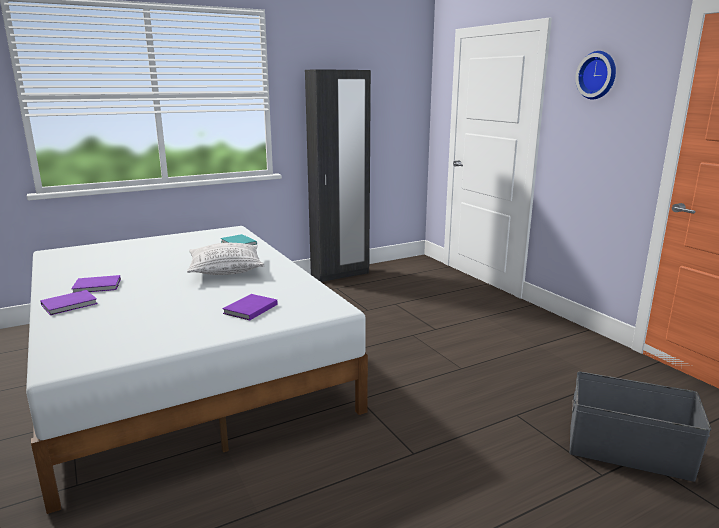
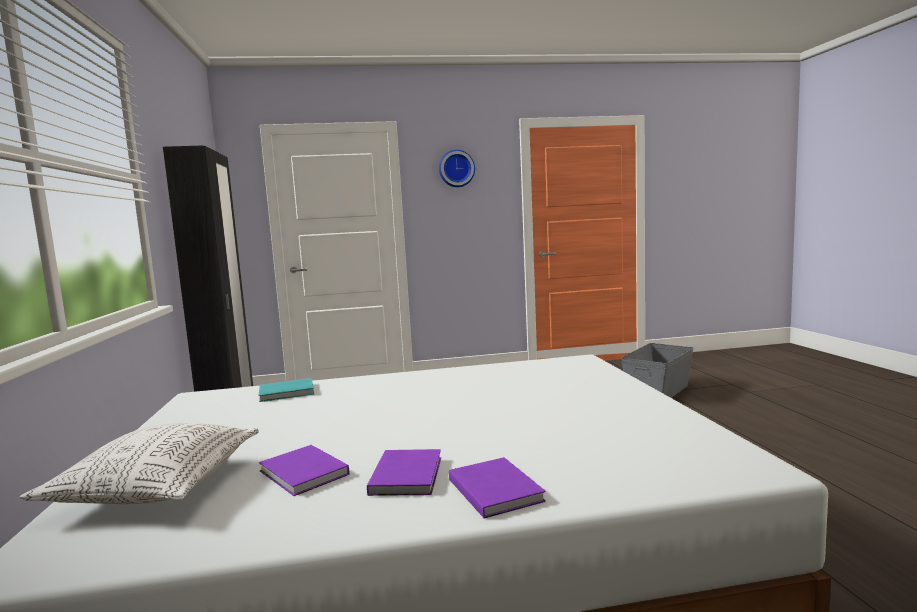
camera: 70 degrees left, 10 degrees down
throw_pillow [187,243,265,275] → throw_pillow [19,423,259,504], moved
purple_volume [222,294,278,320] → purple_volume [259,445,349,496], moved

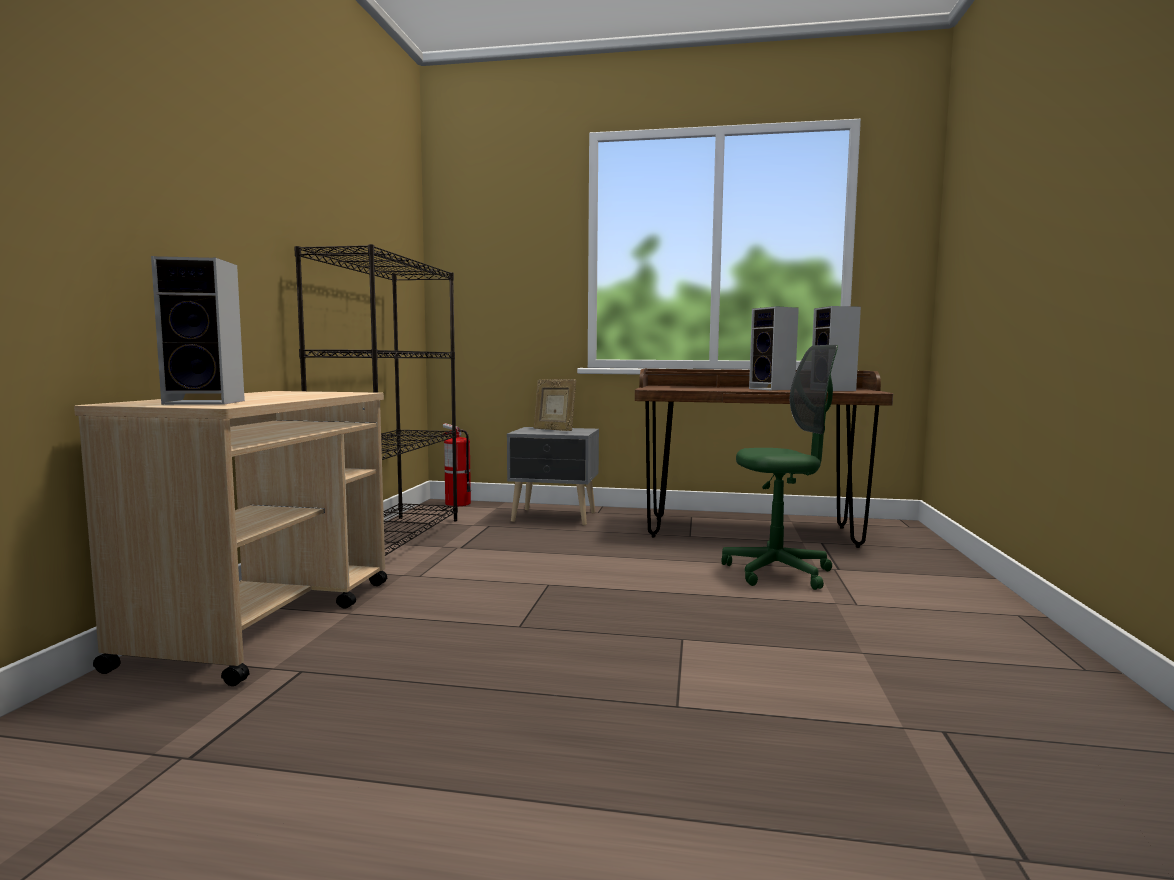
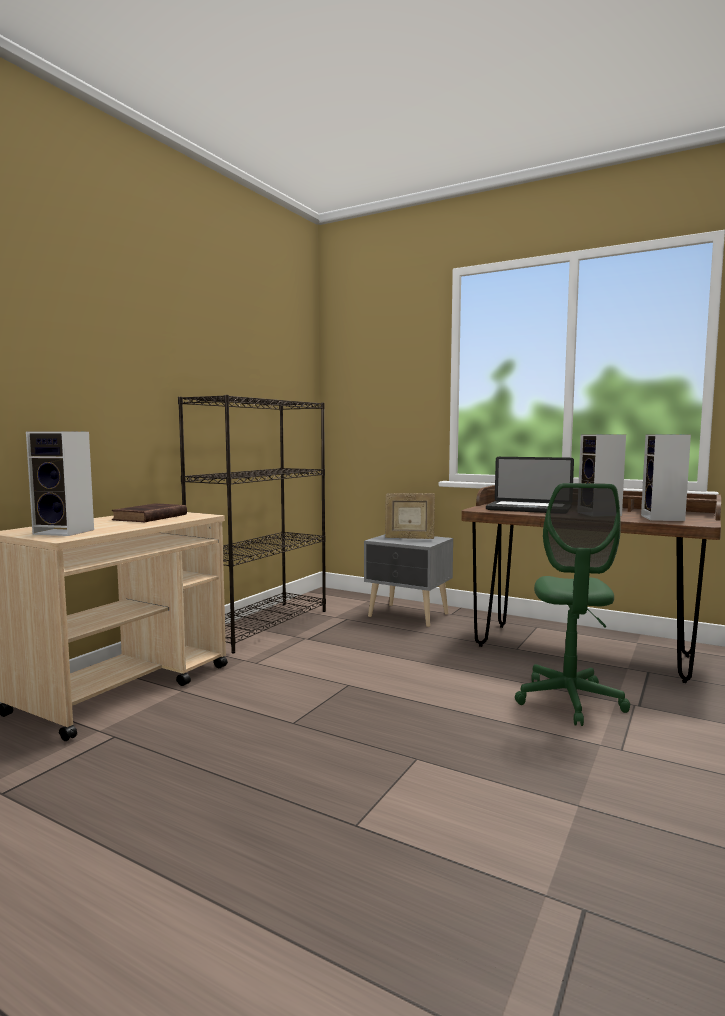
camera: 20 degrees right, 0 degrees up
fire-fighting_cylinder [442,423,471,506] → -
- → brownish_volume [112,503,187,522]
- → portable_computer [486,457,574,513]
standing_frame [534,379,576,431] → standing_frame [385,493,435,539], 45 degrees counterclockwise
green-coloured_computer_chair [721,345,838,590] → green-coloured_computer_chair [515,483,630,726], 90 degrees clockwise

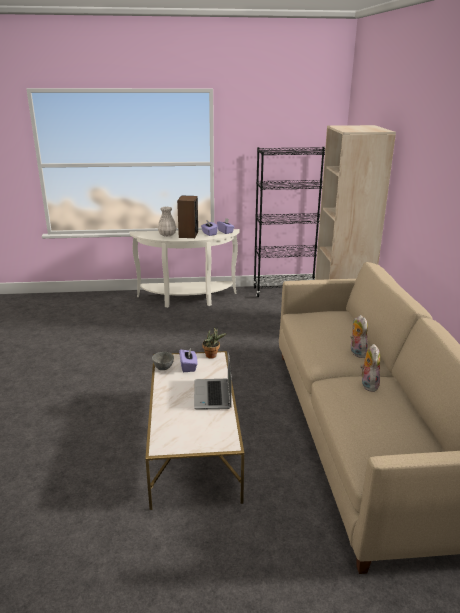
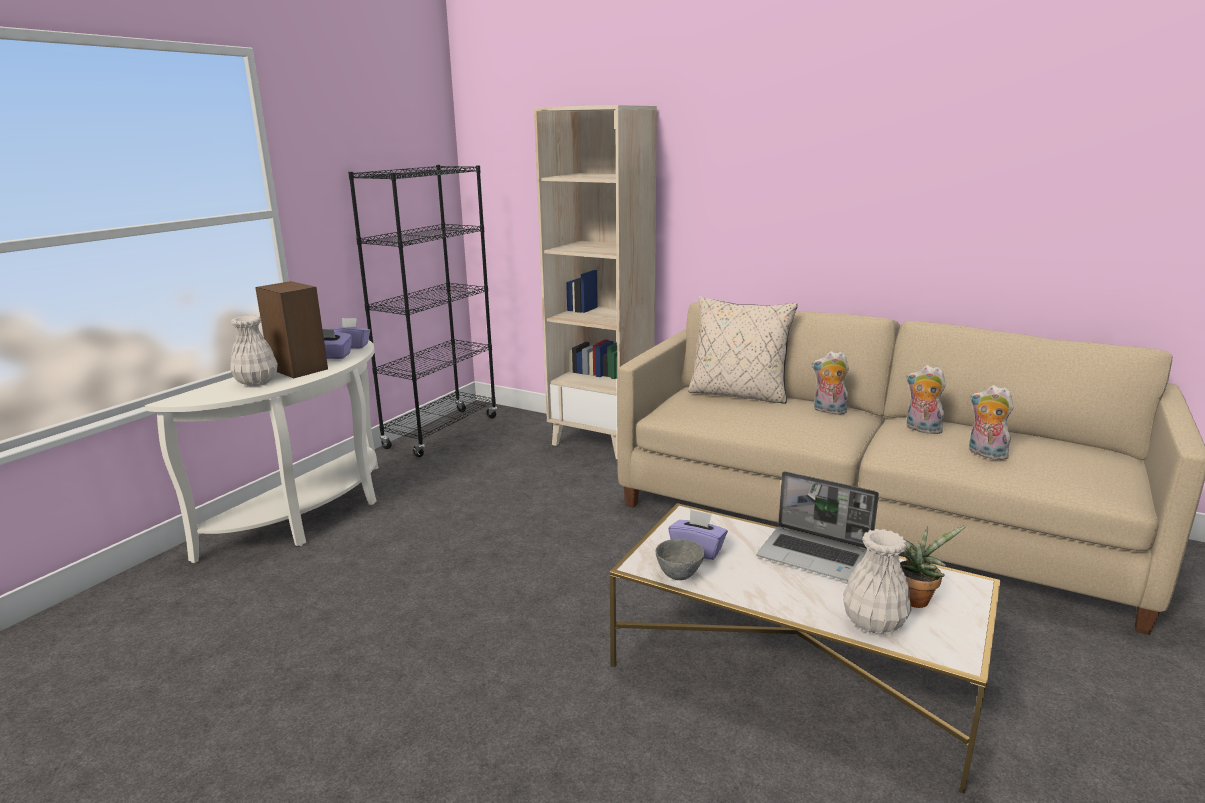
camera: 55 degrees left, 5 degrees down
- → beige-coloured_throw_pillow [688,296,798,404]
- → whitish_flower_vase [843,529,912,634]
- → soft_toy [969,385,1014,460]
plant_in_a_pot [202,327,227,359] → plant_in_a_pot [900,525,966,608], moved

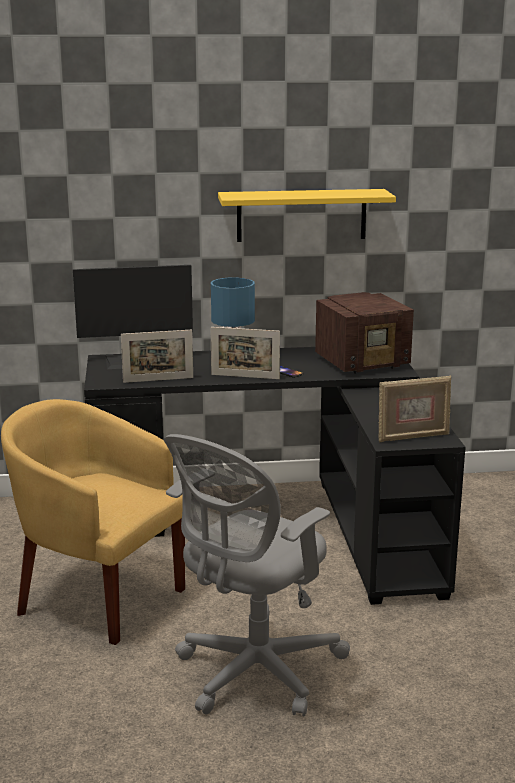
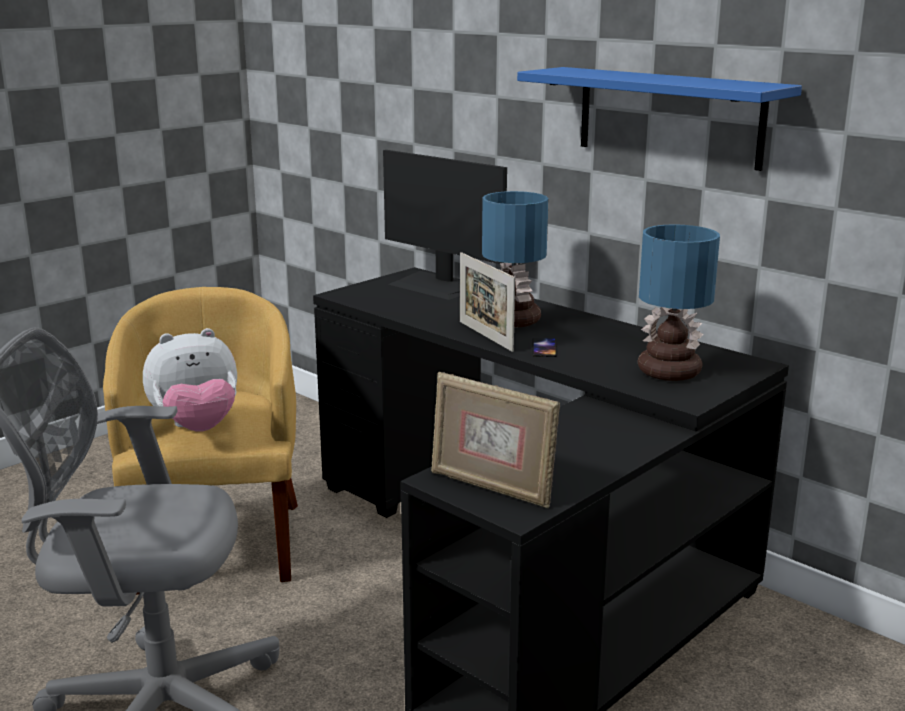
camera: 50 degrees right, 0 degrees up
standing_frame [121,330,193,383] → -
- → soft_toy [143,328,237,432]
radio_receiver [315,292,414,374] → lamp_for_a_table [638,224,720,381]
yellow-coloured_shelf [218,189,396,242] → blue-coloured_shelf [517,67,802,171]

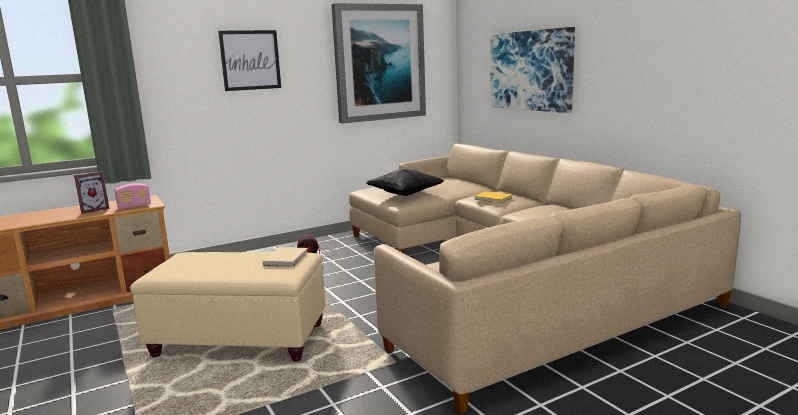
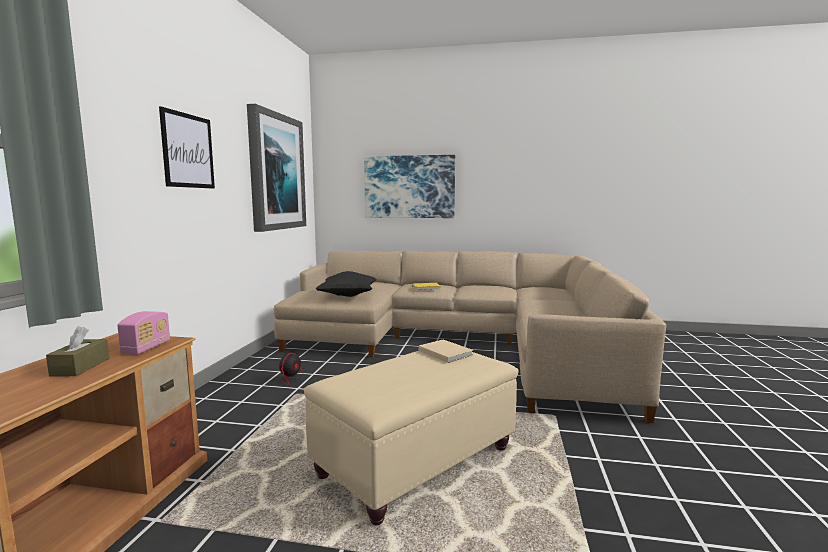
camera: 50 degrees left, 5 degrees down
standing_frame [74,171,110,214] → brownish_tissue_box [46,326,109,377]

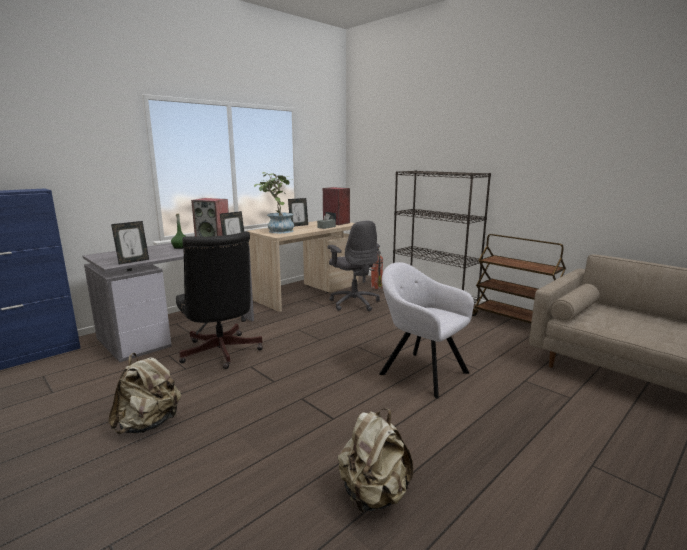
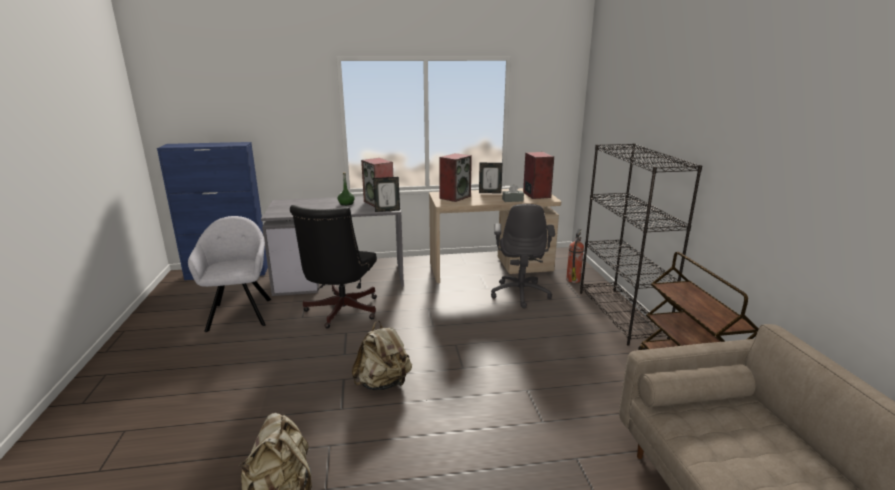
camera: 35 degrees right, 5 degrees up
standing_frame [111,221,149,265] → -
beige-coloured_backpack [108,353,181,434] → beige-coloured_backpack [352,320,412,391], moved
grey_lounge_chair [379,262,474,399] → grey_lounge_chair [188,216,271,332], moved
plant_in_a_pot [254,172,294,233] → loudspeaker [439,153,472,202]

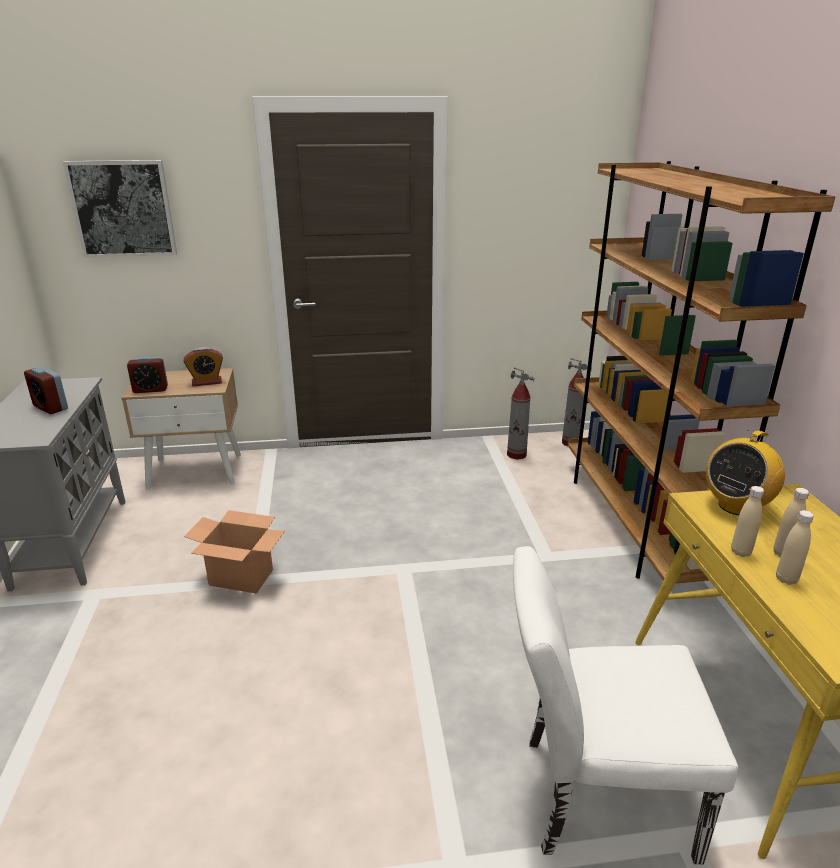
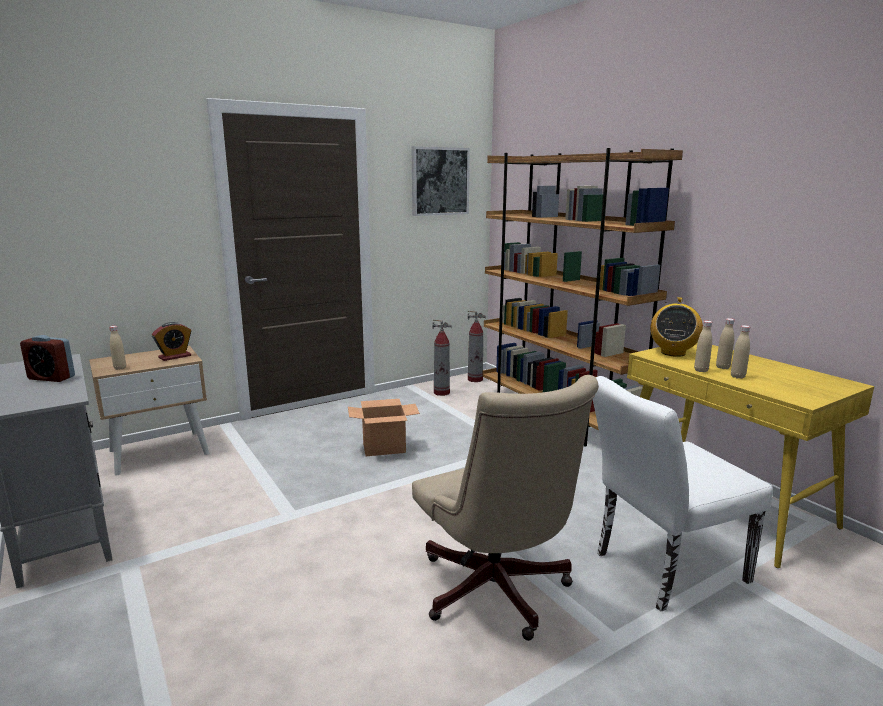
camera: 25 degrees left, 10 degrees down
- → beige-coloured_computer_chair [412,375,599,641]
wall_picture [63,160,177,258] → wall_picture [412,146,470,216], moved
packing_box [184,510,285,594] → packing_box [348,399,420,456], moved
bedside_clock [127,356,168,393] → beige-coloured_beverage_bottle [110,326,126,370]

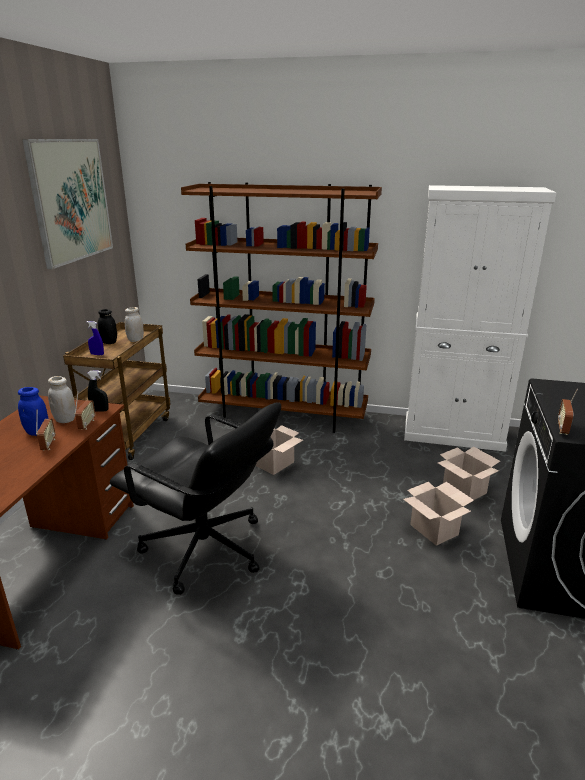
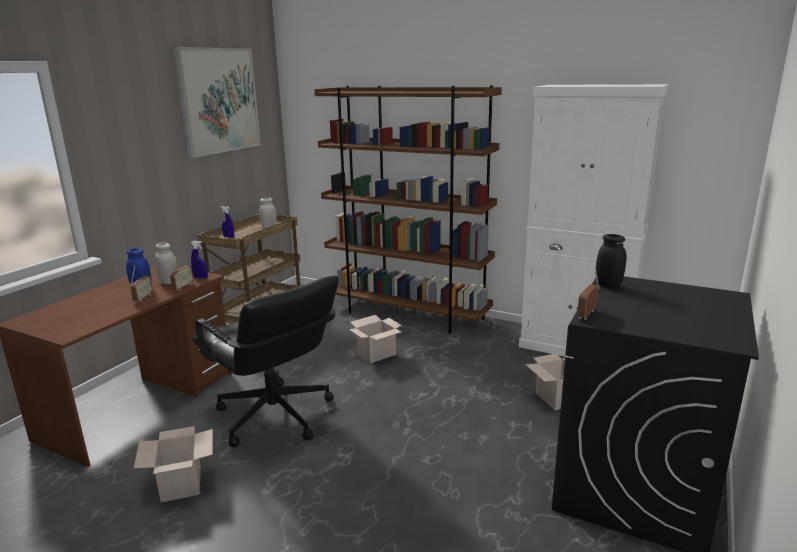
camera: 15 degrees right, 5 degrees down
blackish_jar [98,309,117,344] → blackish_jar [596,234,627,288], moved
packing_box [403,482,474,546] → packing_box [134,426,213,502], moved
blackish_hand_sprayer [87,371,109,412] → blue-coloured_hand_sprayer [191,241,208,279]

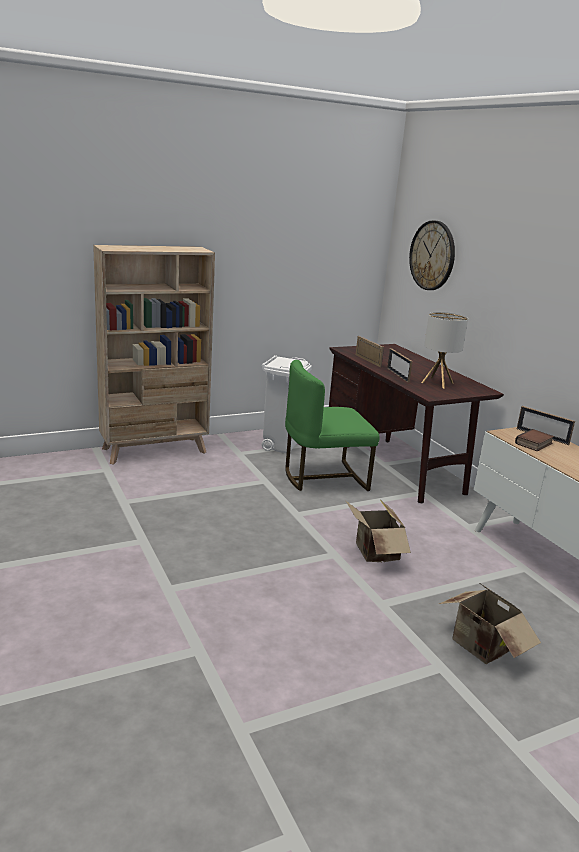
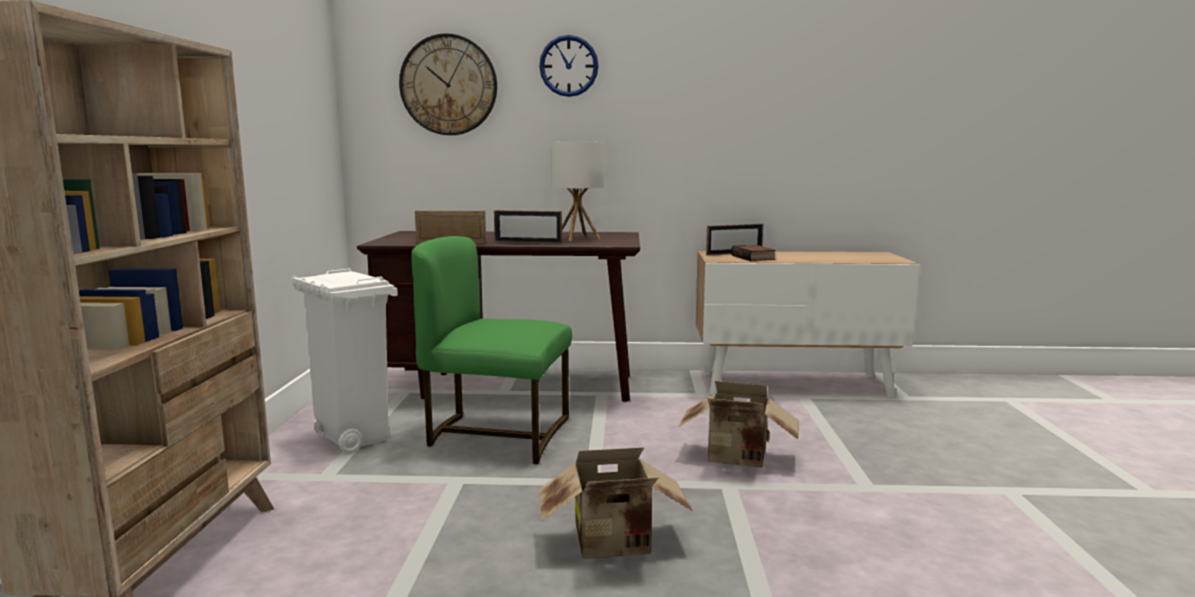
camera: 60 degrees left, 10 degrees down
- → clock_on_the_wall [539,35,598,97]
packing_box [439,582,541,664] → packing_box [538,447,693,559], moved
green-coloured_upright_chair [285,360,380,491] → green-coloured_upright_chair [411,236,572,464], 90 degrees clockwise

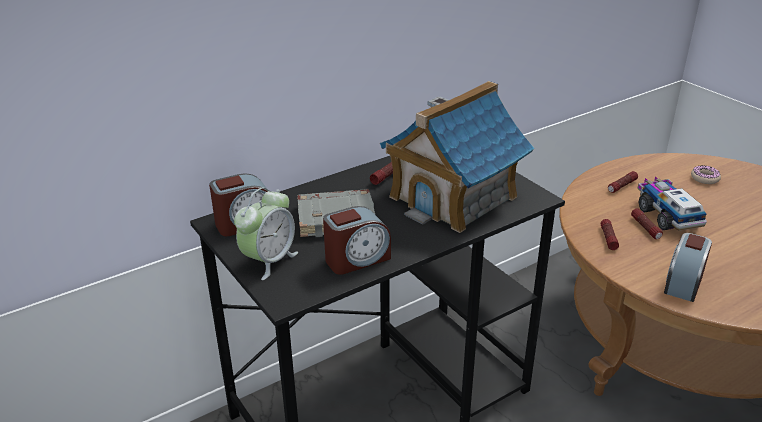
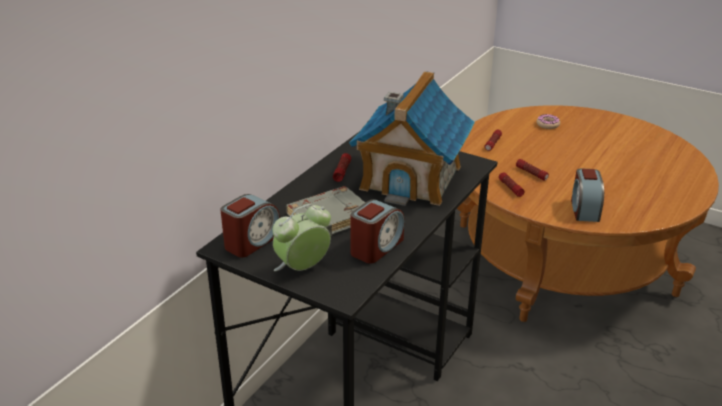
camera: 25 degrees left, 0 degrees up
toy_truck [638,177,707,231] → -
bedside_clock [234,187,298,280] → bedside_clock [273,204,331,271], 135 degrees counterclockwise

